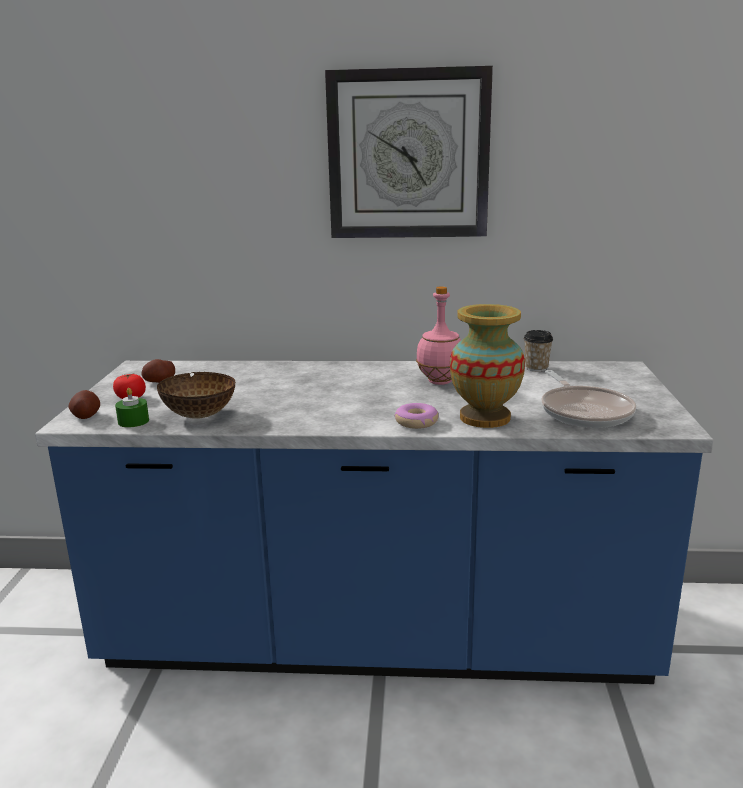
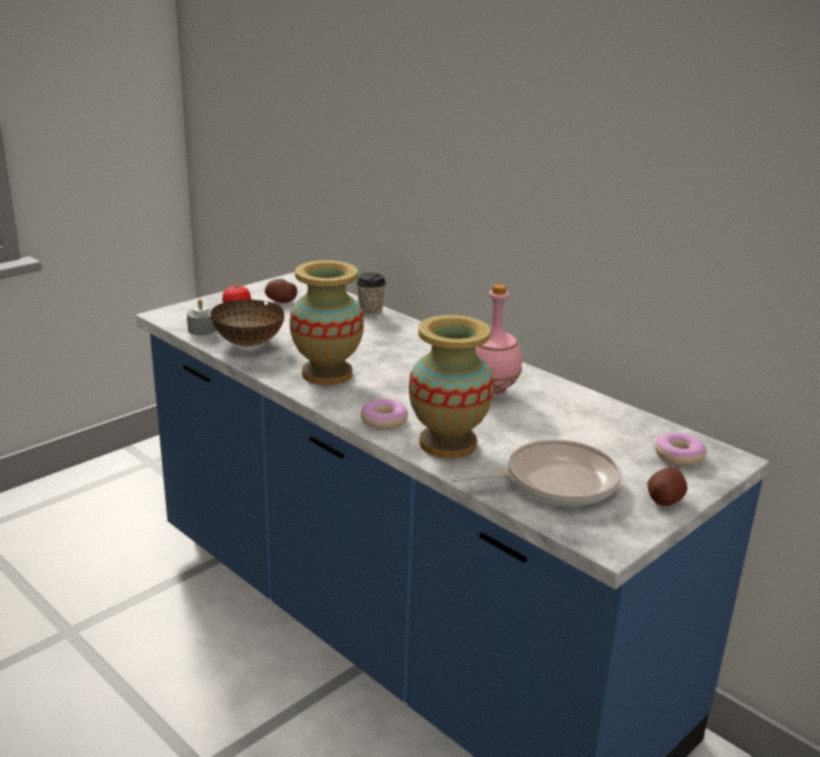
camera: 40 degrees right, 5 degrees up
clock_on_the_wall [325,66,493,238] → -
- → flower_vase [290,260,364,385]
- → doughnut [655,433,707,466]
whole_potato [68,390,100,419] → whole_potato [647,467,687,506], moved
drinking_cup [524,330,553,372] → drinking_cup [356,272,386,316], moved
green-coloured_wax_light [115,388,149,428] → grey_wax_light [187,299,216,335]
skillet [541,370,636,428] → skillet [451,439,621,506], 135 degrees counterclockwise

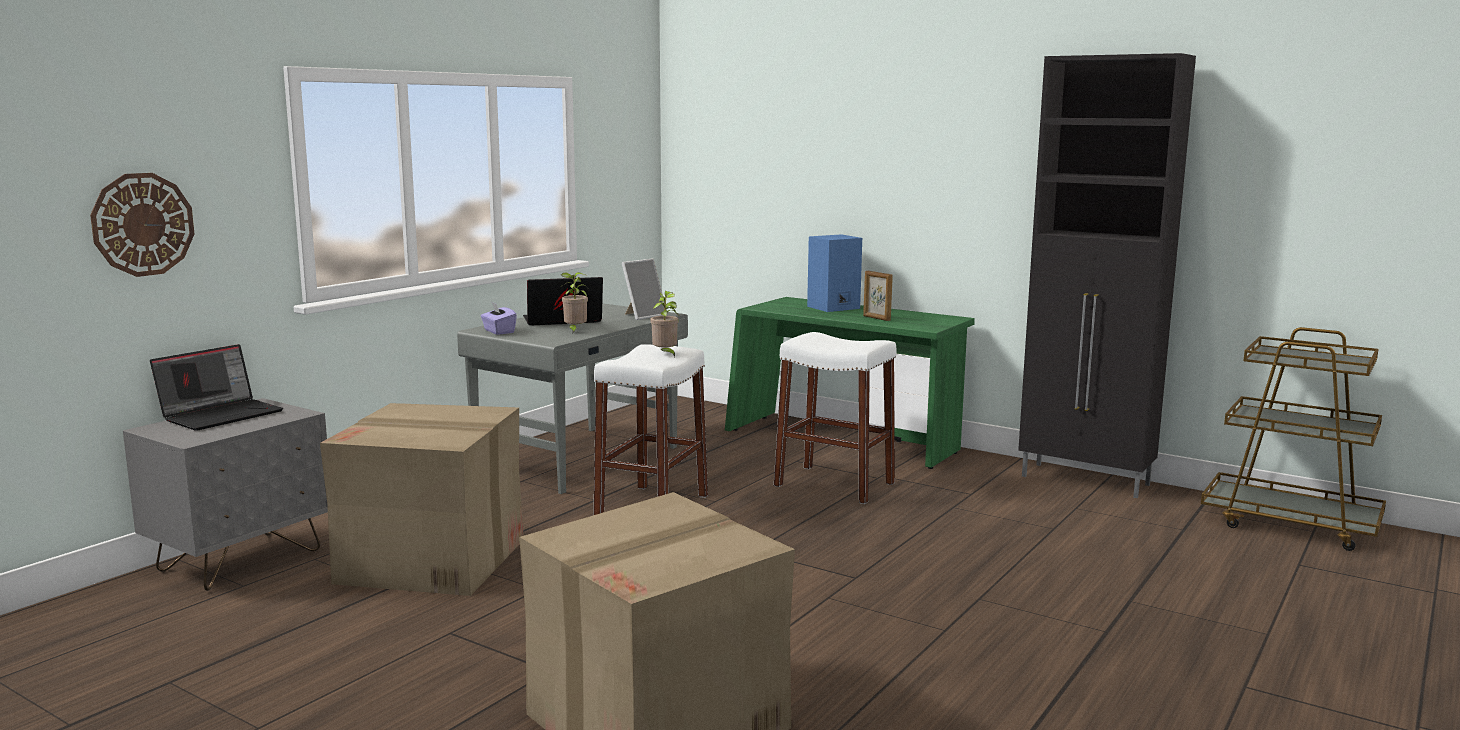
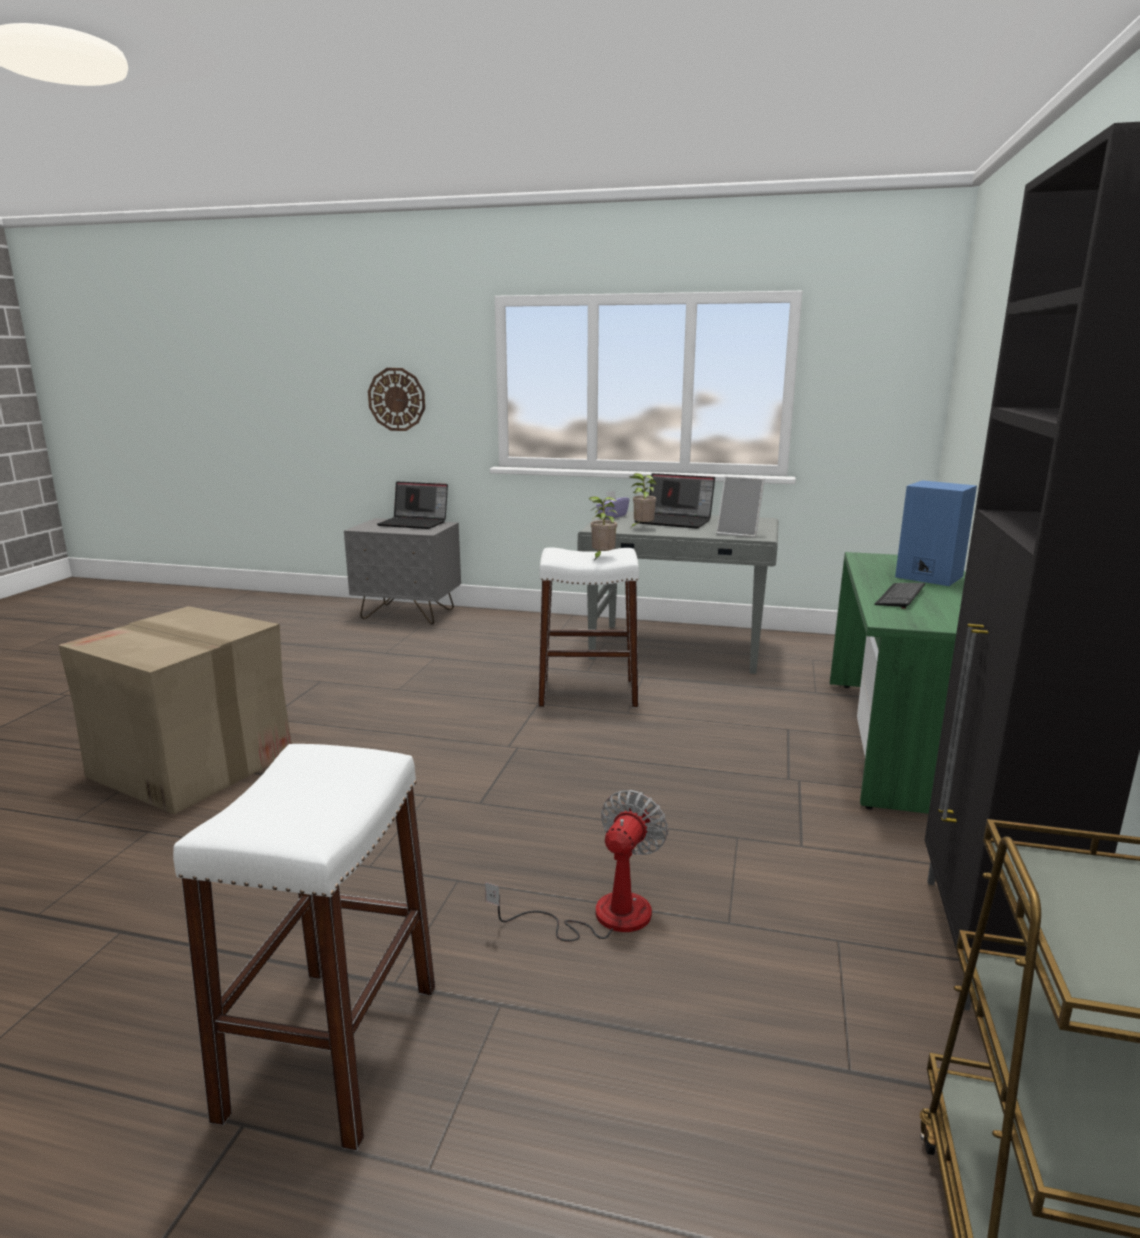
camera: 70 degrees right, 5 degrees up
packing_box [320,403,524,596] → -
- → cooling_fan [485,790,668,942]
whitish_stool [774,332,896,504] → whitish_stool [173,744,435,1151], moved
standing_frame [863,271,893,321] → keyboard [874,583,925,609]
portable_computer [523,277,603,325] → portable_computer [634,473,715,529], 150 degrees clockwise

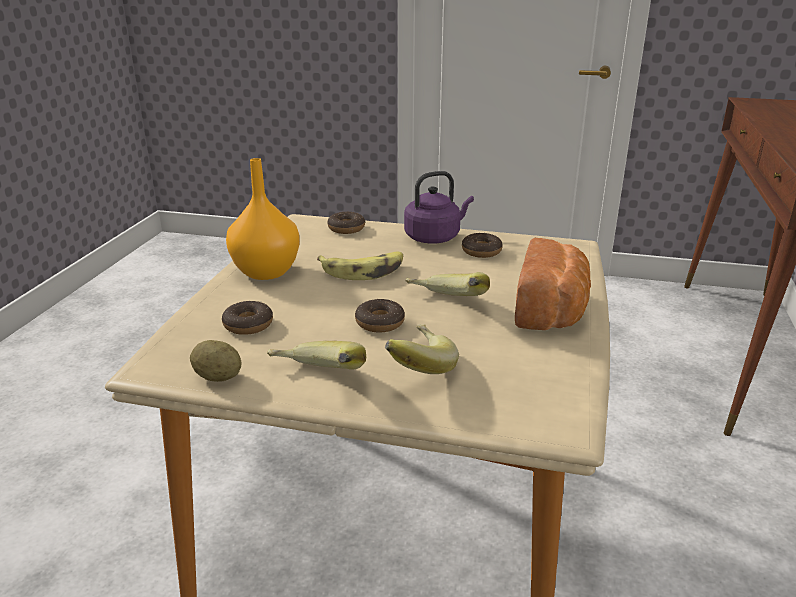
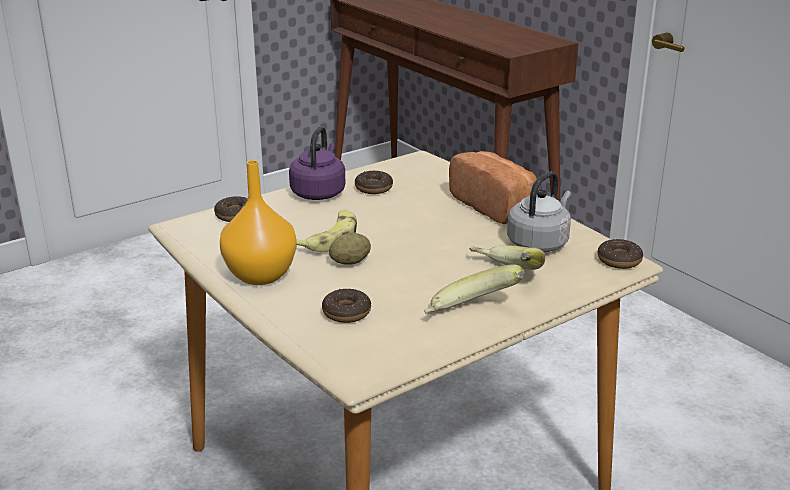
camera: 50 degrees left, 0 degrees up
whole_banana [405,272,490,296] → -
- → grey_kettle [507,171,571,252]
whole_potato [190,340,241,382] → whole_potato [329,232,371,265], moved
doughnut [355,299,405,332] → doughnut [597,239,643,269], moved

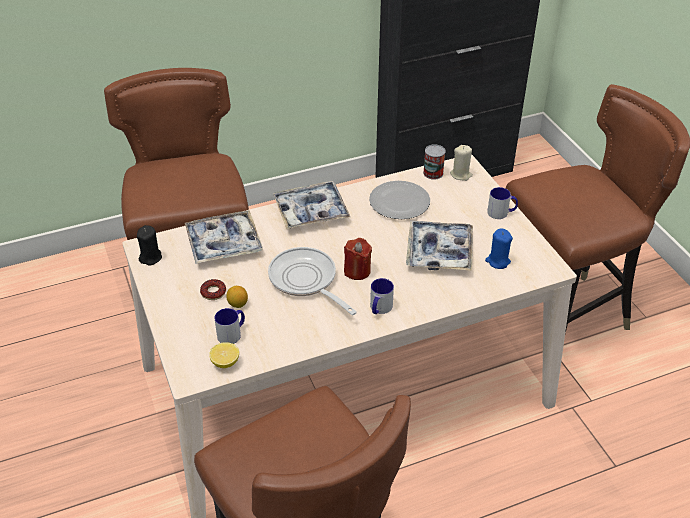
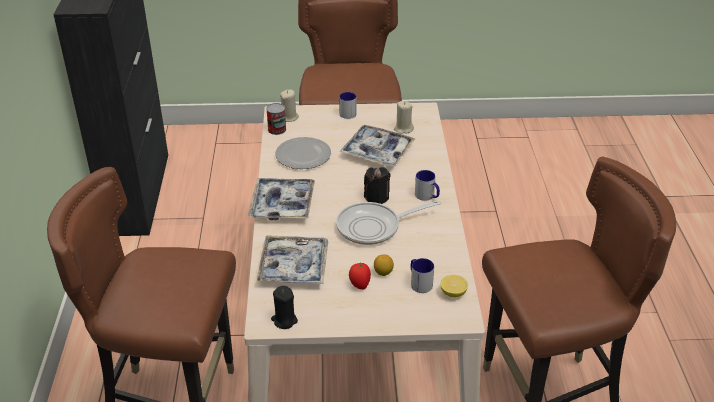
camera: 70 degrees left, 5 degrees down
doughnut [200,279,226,300] → fresh_tomato [349,263,371,290]
red_wax_light [344,238,372,280] → blackish_wax_light [364,167,390,204]
blue-coloured_wax_light [485,228,513,269] → beige-coloured_wax_light [394,101,414,134]

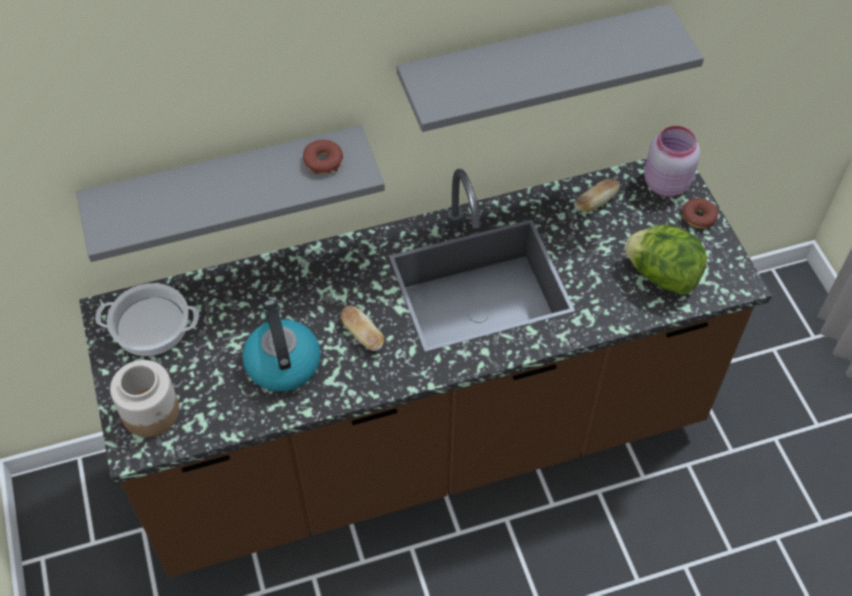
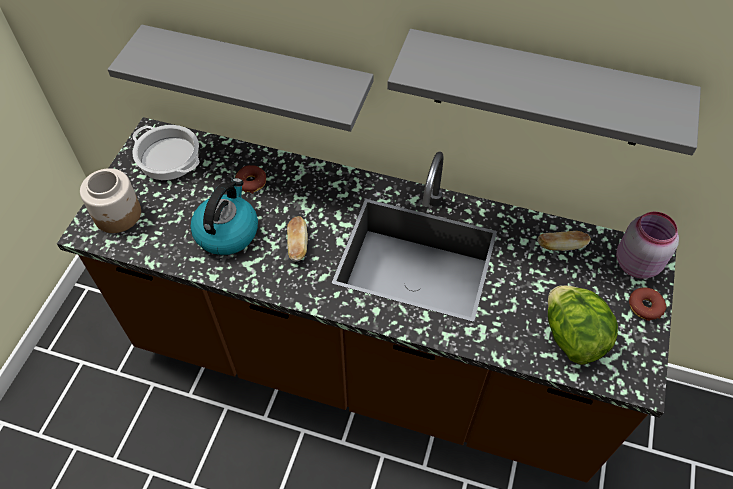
camera: 35 degrees right, 0 degrees up
doughnut [303,140,343,174] → doughnut [235,165,266,194], moved

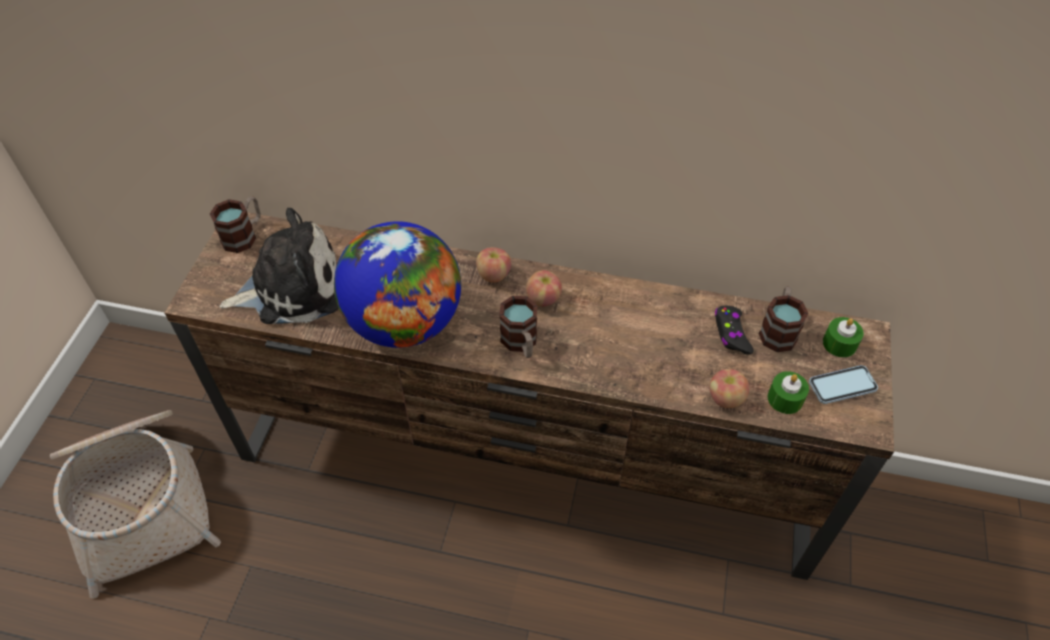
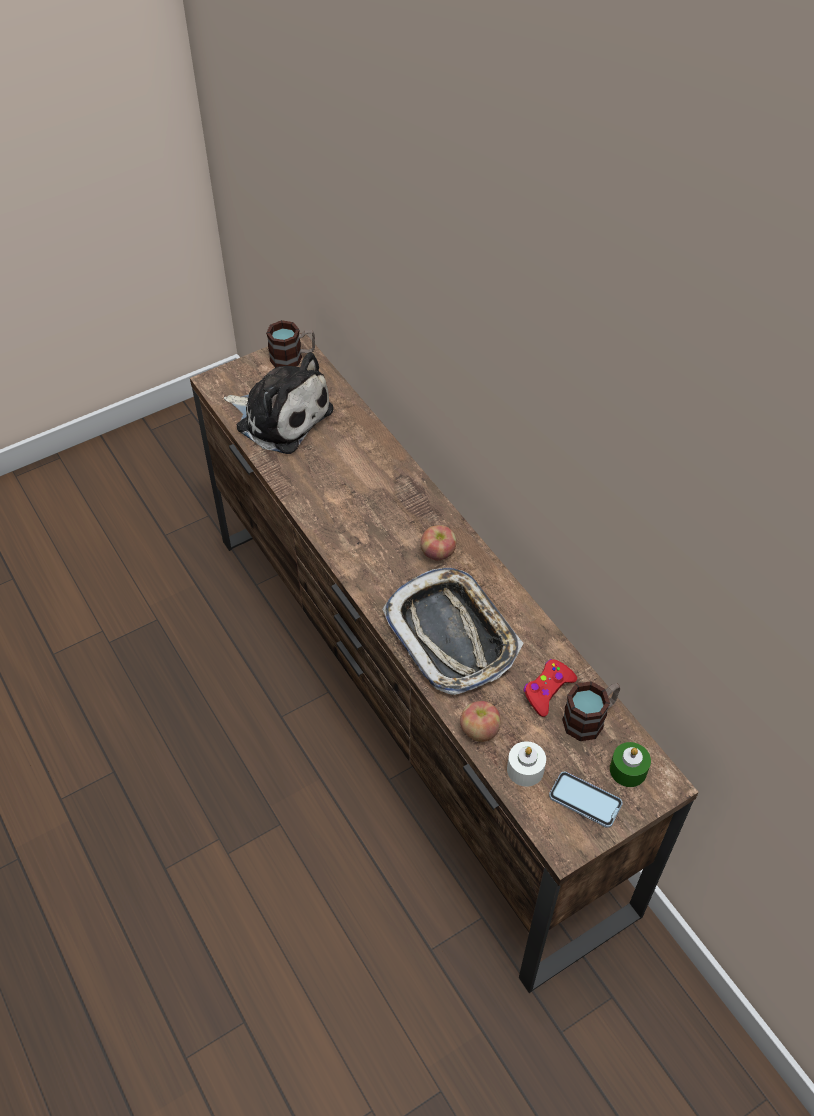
camera: 45 degrees right, 0 degrees up
storage_basket [50,410,221,599] → -
desk_globe [334,221,461,348] → -
whole_apple [476,247,511,283] → -
mug [499,296,538,358] → -
- → carrying_tray [382,568,523,695]
blackish_gamepad [715,306,754,355] → red_gamepad [524,659,577,717]
green-coloured_wax_light [768,371,809,414] → whitish_wax_light [507,741,546,787]

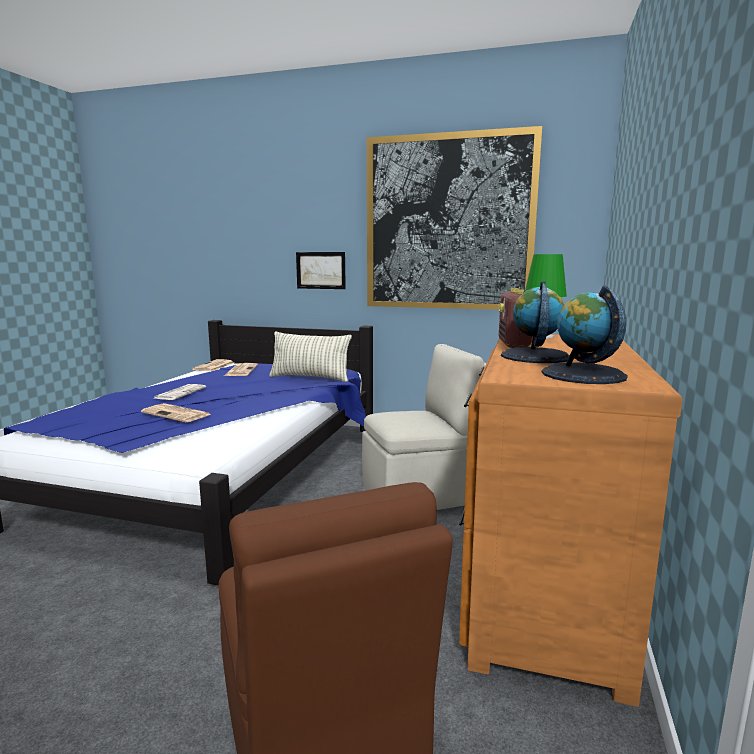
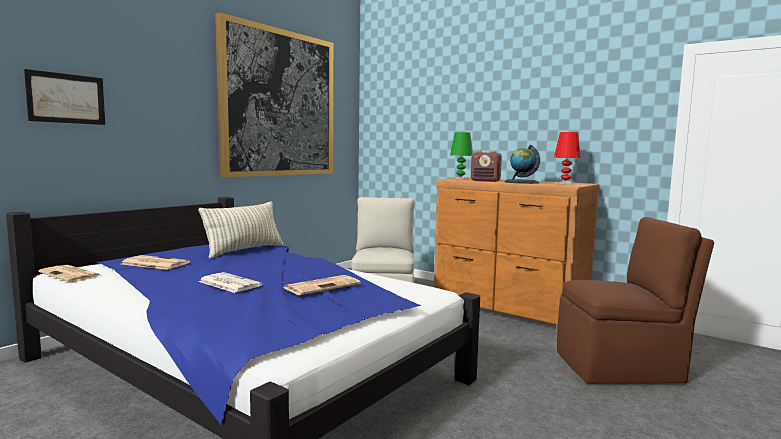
camera: 70 degrees left, 5 degrees down
wall_picture [296,252,346,289] → wall_picture [24,69,105,125], moved
desk_globe [542,286,628,384] → red_lamp_for_a_table [554,132,581,184]

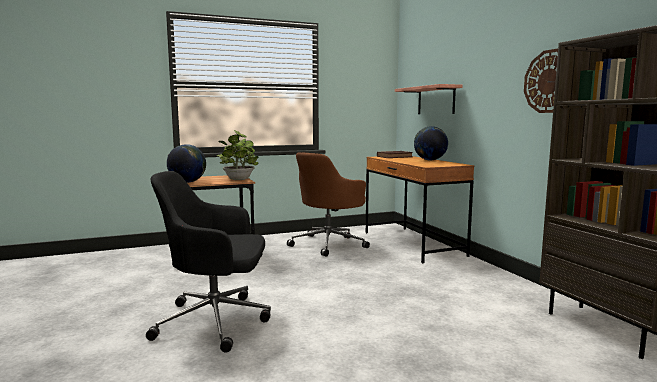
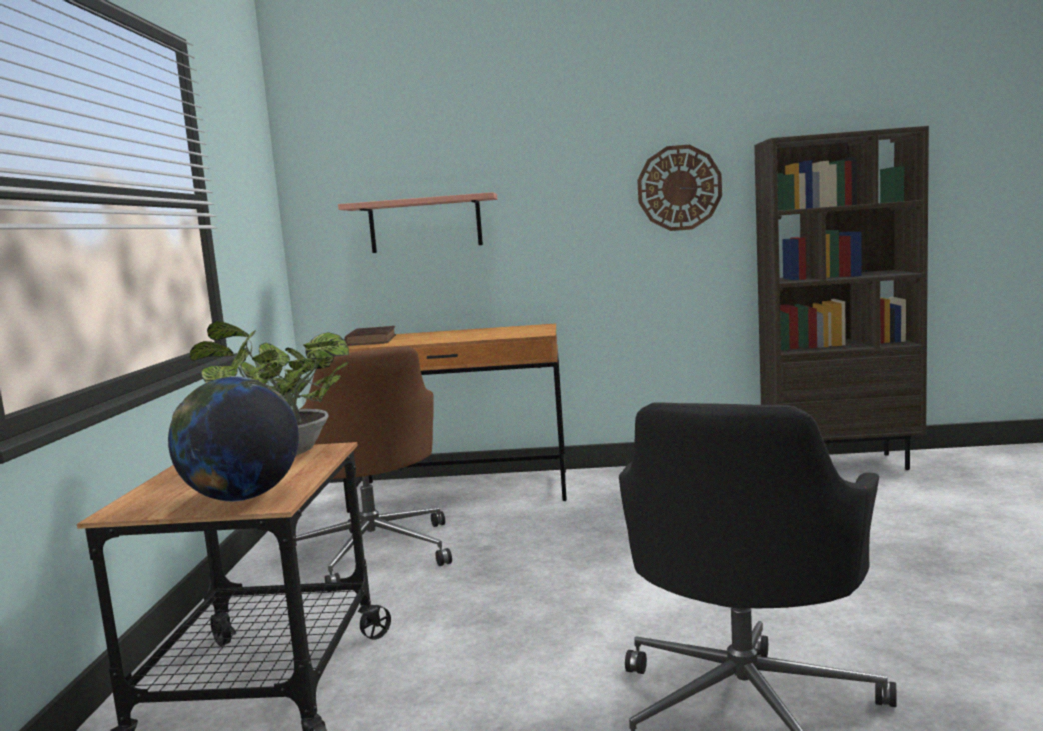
camera: 65 degrees left, 0 degrees up
desk_globe [414,126,448,161] → -

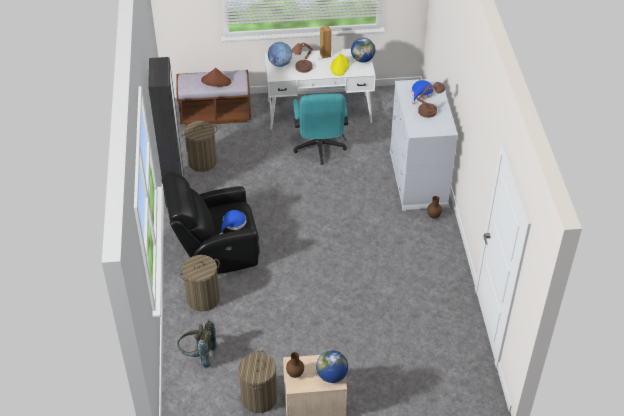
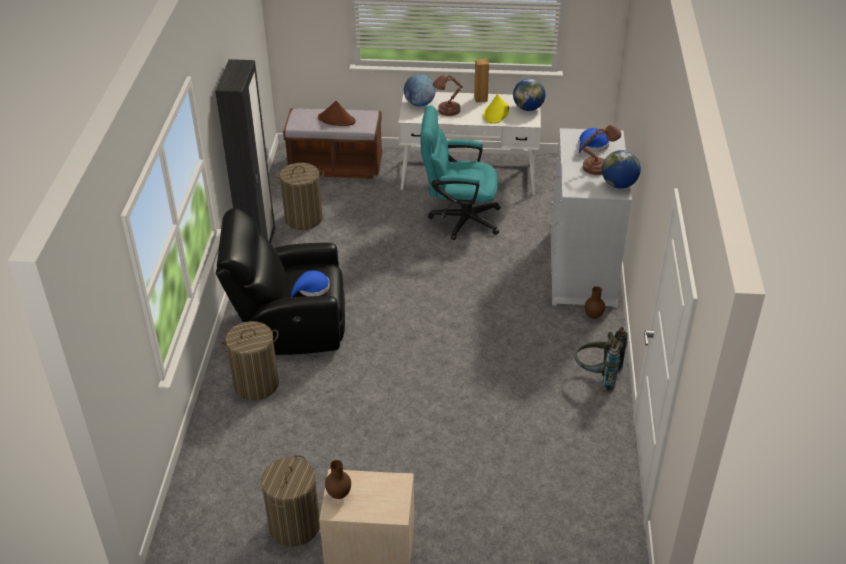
camera: 10 degrees right, 5 degrees down
grey_backpack [177,320,217,368] → grey_backpack [574,327,628,392], moved
desk_globe [316,350,348,383] → desk_globe [602,150,641,189], moved
turquoise-coloured_computer_chair [293,93,348,165] → turquoise-coloured_computer_chair [420,105,501,240], 90 degrees clockwise

